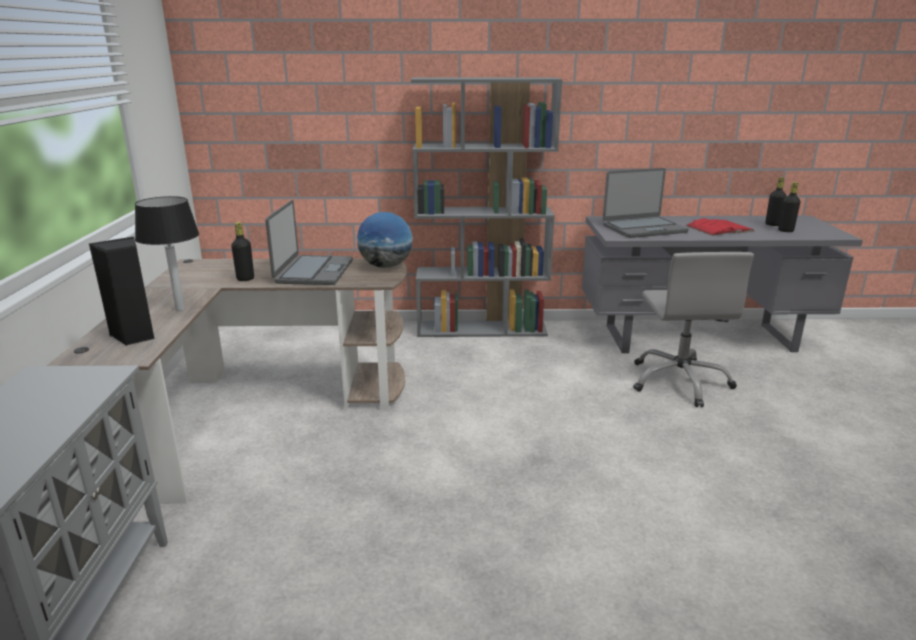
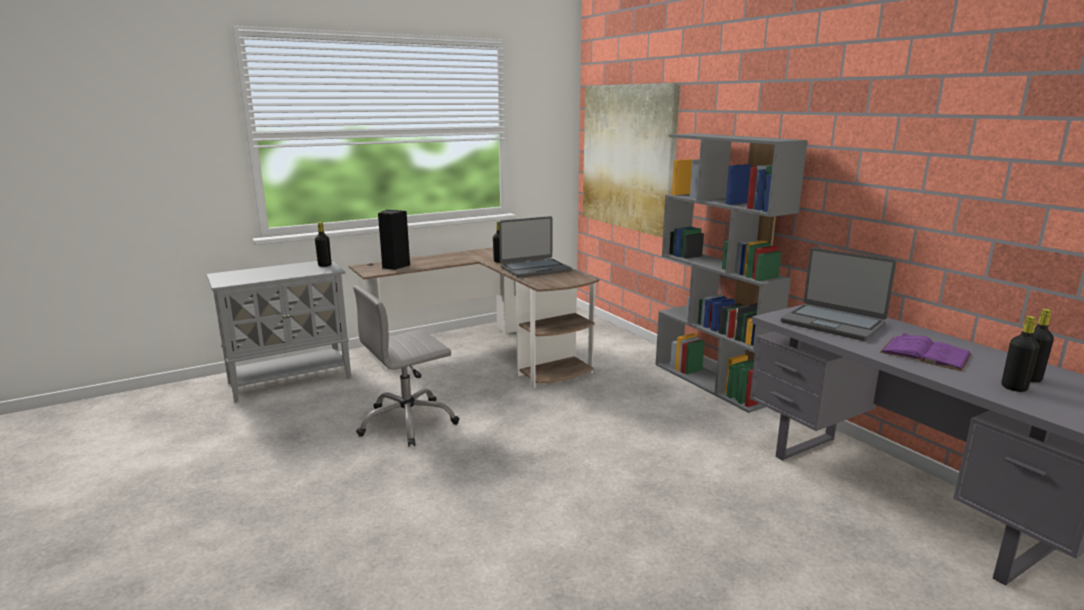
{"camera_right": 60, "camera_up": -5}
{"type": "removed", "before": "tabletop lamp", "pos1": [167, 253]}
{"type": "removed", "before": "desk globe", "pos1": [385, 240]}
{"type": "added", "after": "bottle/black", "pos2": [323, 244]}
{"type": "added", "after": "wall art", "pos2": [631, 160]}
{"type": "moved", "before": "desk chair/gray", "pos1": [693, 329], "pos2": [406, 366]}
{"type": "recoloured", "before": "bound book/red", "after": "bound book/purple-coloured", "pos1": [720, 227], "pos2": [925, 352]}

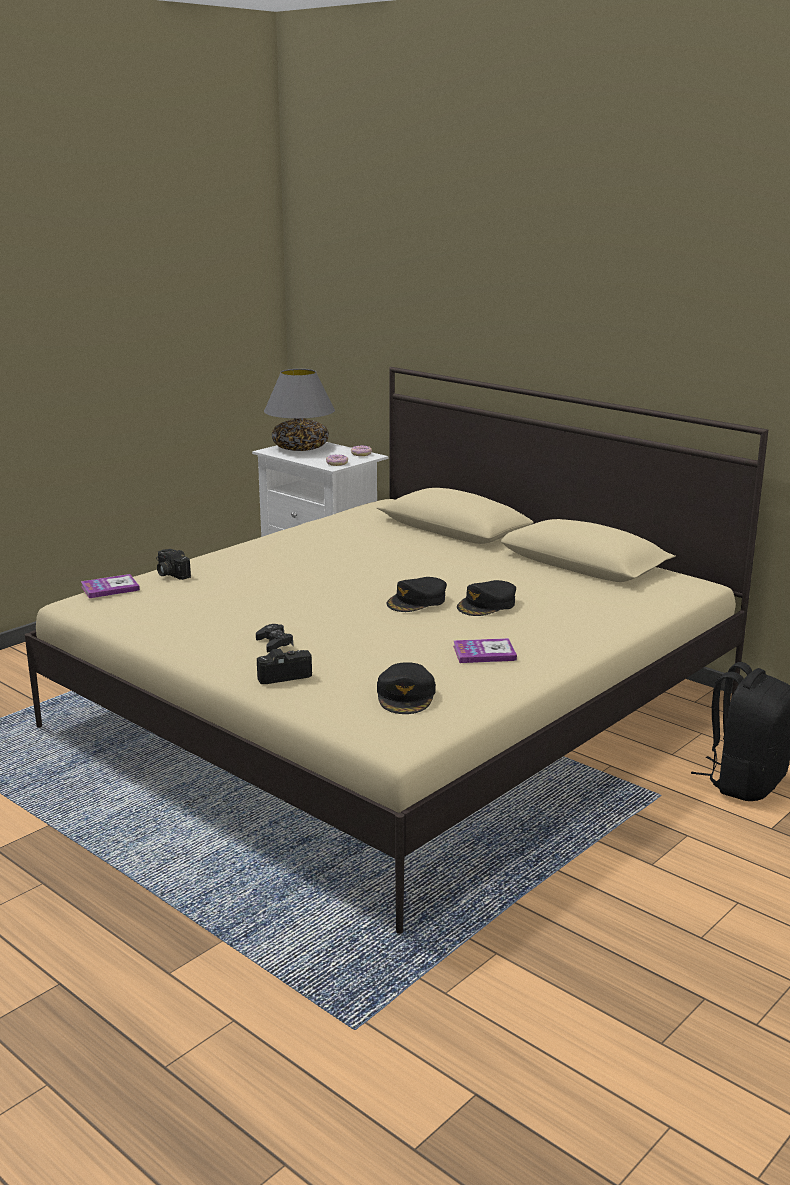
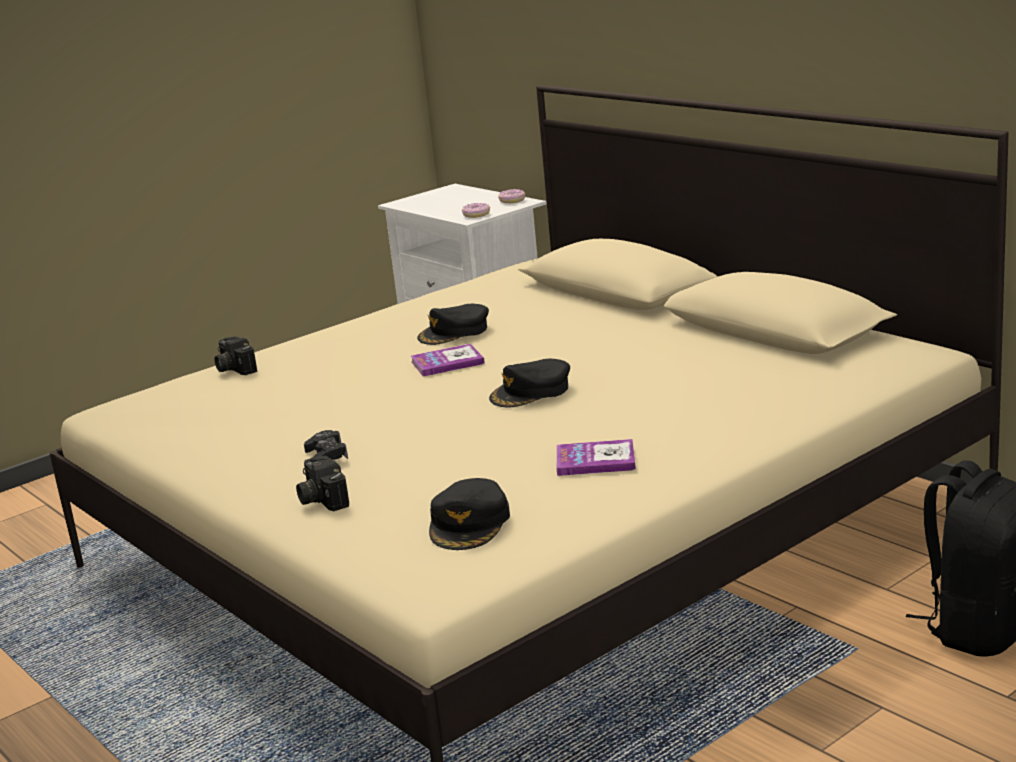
{"camera_right": 10, "camera_up": 0}
{"type": "removed", "before": "tabletop lamp/gray", "pos1": [299, 410]}
{"type": "moved", "before": "bound book", "pos1": [110, 586], "pos2": [448, 360]}
{"type": "moved", "before": "peaked cap/black", "pos1": [486, 598], "pos2": [453, 324]}
{"type": "turned", "before": "still camera", "pos1": [284, 666], "pos2": [322, 483], "turn": -105}

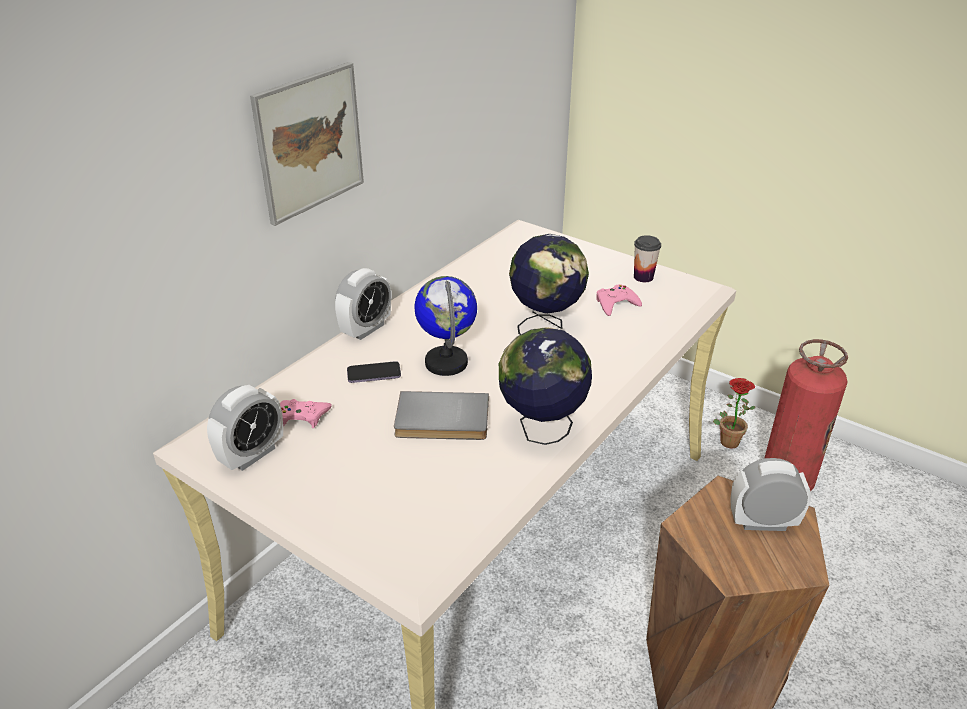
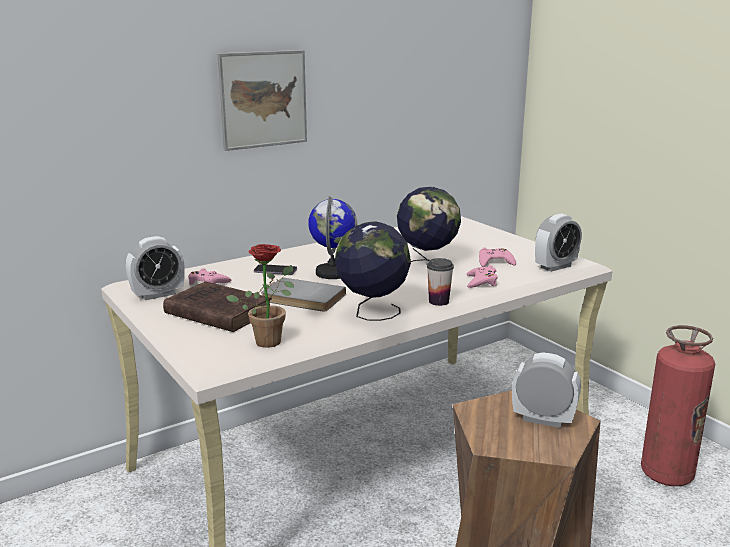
{"camera_right": 20, "camera_up": -15}
{"type": "added", "after": "bound book/brown-coloured", "pos2": [217, 306]}
{"type": "added", "after": "game controller/pink", "pos2": [482, 276]}
{"type": "moved", "before": "table clock", "pos1": [363, 304], "pos2": [558, 243]}
{"type": "moved", "before": "drinking cup", "pos1": [647, 258], "pos2": [440, 282]}
{"type": "moved", "before": "plant in a pot", "pos1": [734, 413], "pos2": [260, 296]}

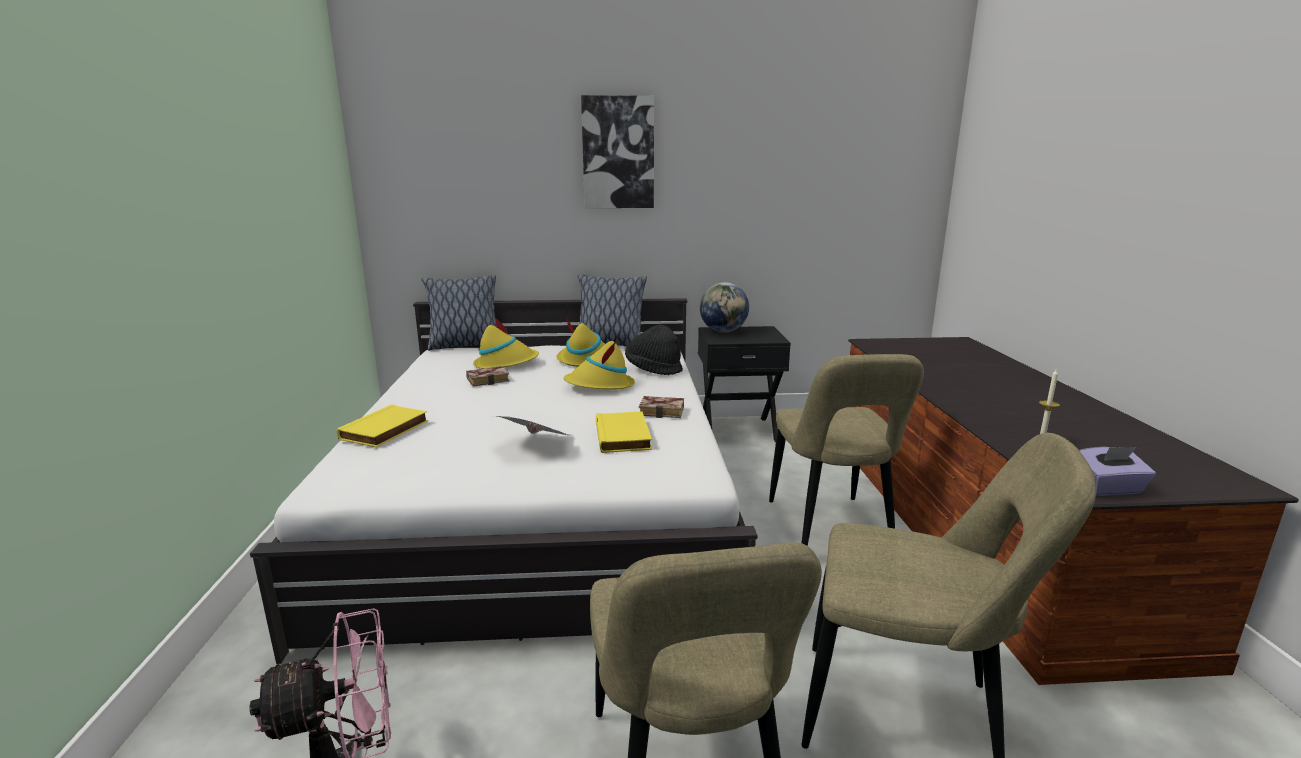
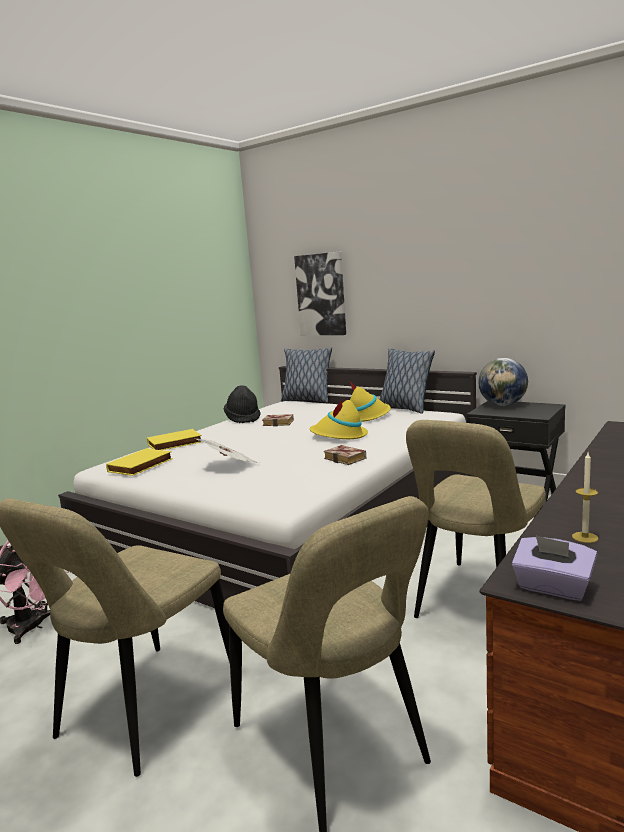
{"camera_right": 40, "camera_up": -5}
{"type": "removed", "before": "wearable hat/yellow", "pos1": [506, 343]}
{"type": "moved", "before": "wall art", "pos1": [617, 151], "pos2": [320, 293]}
{"type": "moved", "before": "bound book/yellow", "pos1": [624, 432], "pos2": [139, 462]}
{"type": "moved", "before": "wearable hat/black", "pos1": [654, 350], "pos2": [242, 404]}

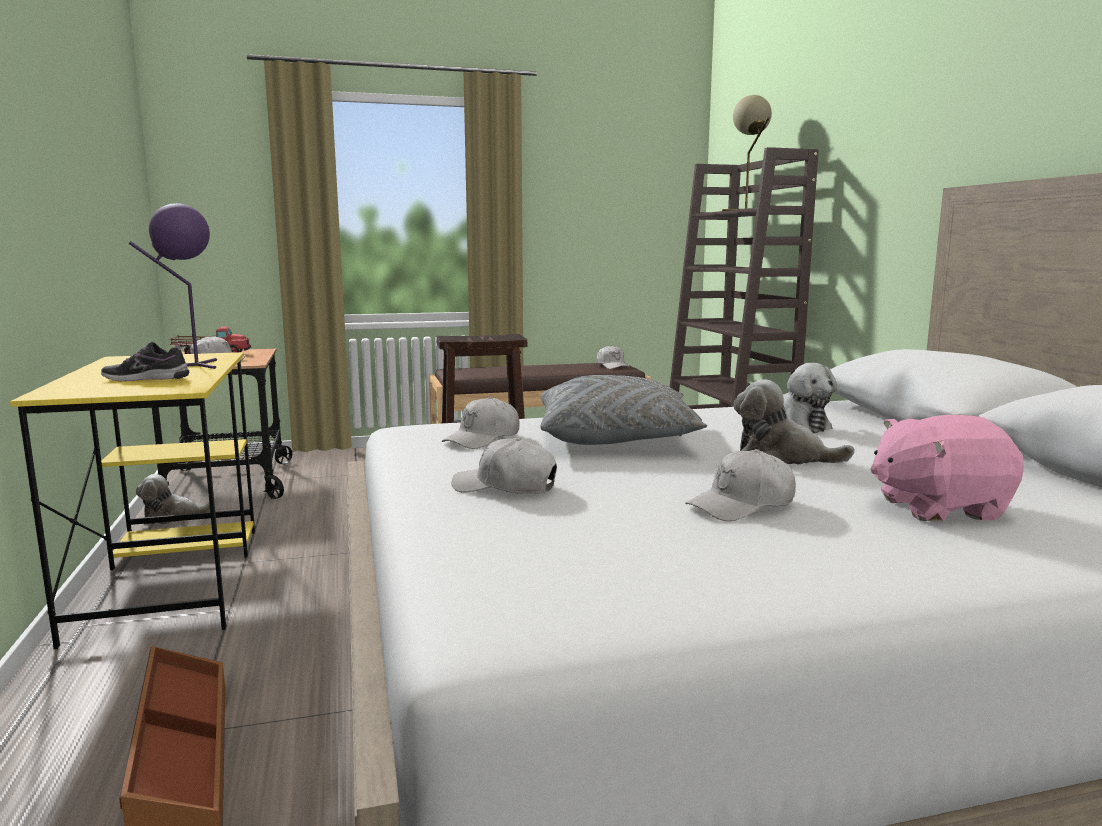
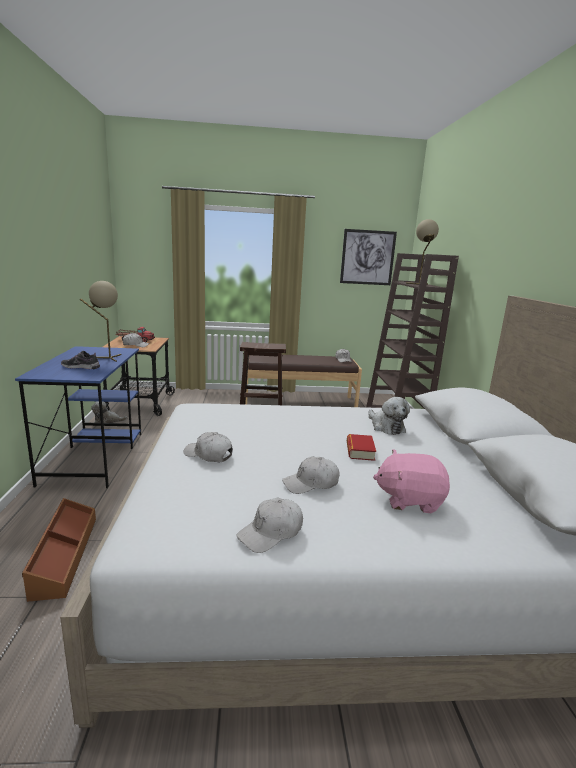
{"camera_right": 10, "camera_up": 5}
{"type": "removed", "before": "throw pillow/gray", "pos1": [623, 410]}
{"type": "added", "after": "wall art", "pos2": [368, 257]}
{"type": "moved", "before": "peaked cap/whitish", "pos1": [481, 422], "pos2": [269, 525]}
{"type": "replaced", "before": "soft toy", "after": "bound book", "pos1": [794, 421], "pos2": [361, 447]}
{"type": "recoloured", "before": "desk table/yellow", "after": "desk table/blue", "pos1": [132, 500], "pos2": [78, 417]}
{"type": "recoloured", "before": "tabletop lamp/purple-coloured", "after": "tabletop lamp/beige", "pos1": [173, 286], "pos2": [101, 321]}

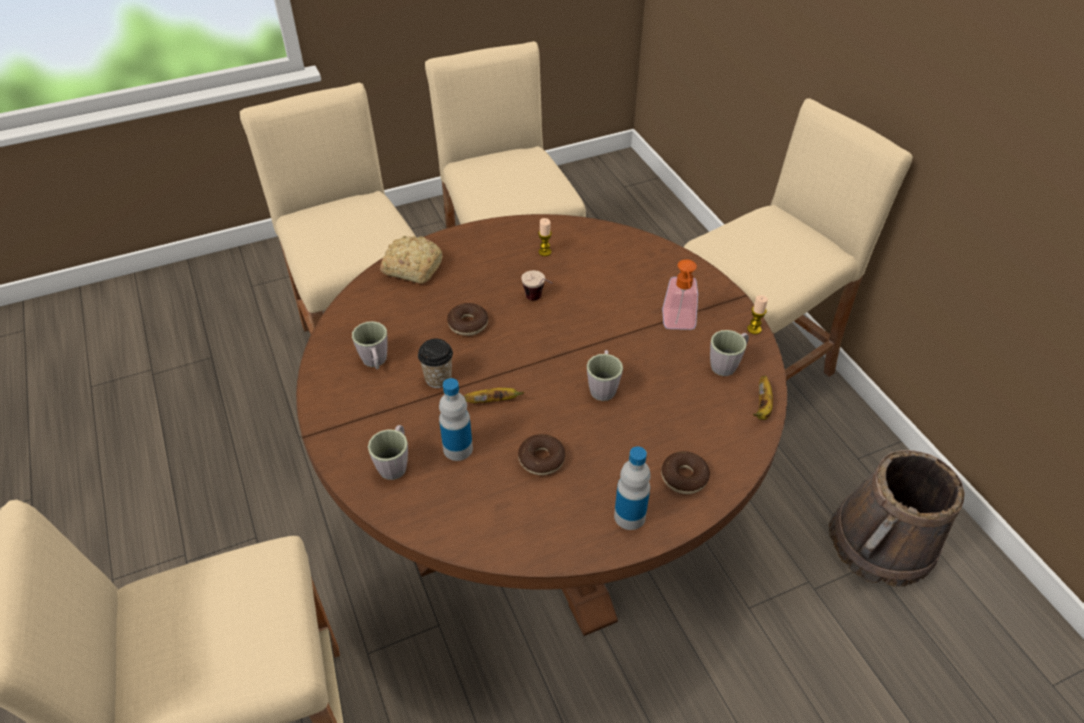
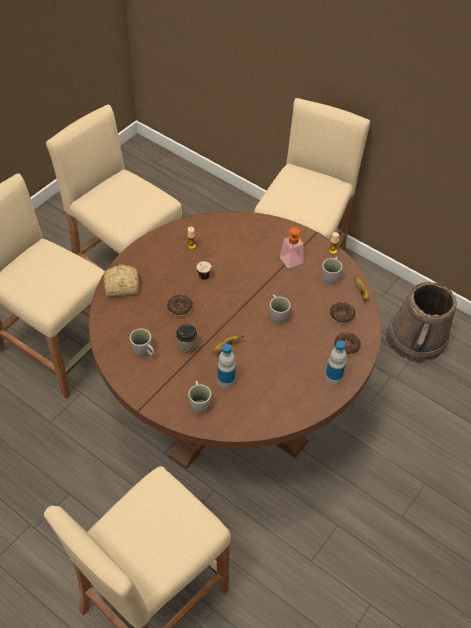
{"camera_right": -30, "camera_up": 5}
{"type": "moved", "before": "doughnut", "pos1": [541, 454], "pos2": [342, 313]}

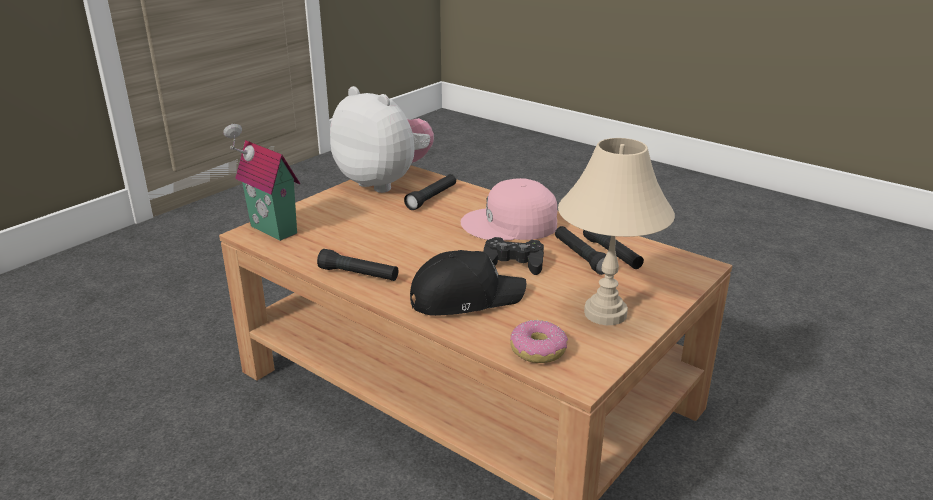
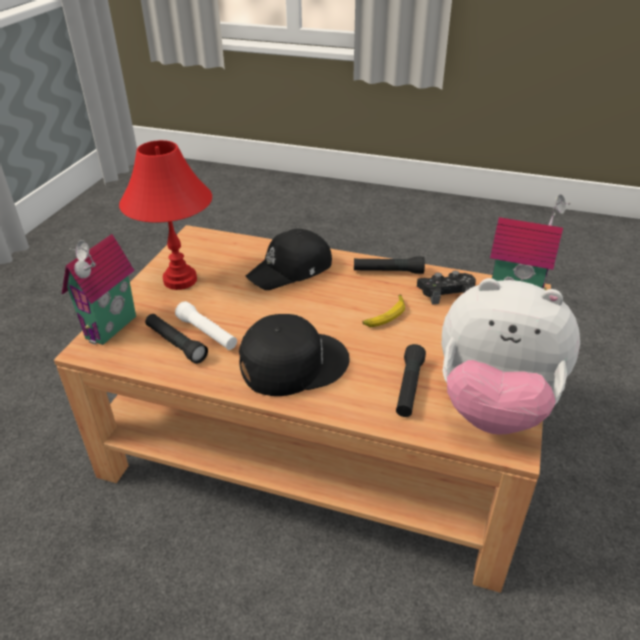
{"camera_right": 160, "camera_up": 10}
{"type": "removed", "before": "doughnut", "pos1": [539, 341]}
{"type": "added", "after": "miniature house", "pos2": [99, 289]}
{"type": "added", "after": "banana", "pos2": [383, 311]}
{"type": "moved", "before": "game controller/black", "pos1": [513, 256], "pos2": [446, 288]}
{"type": "recoloured", "before": "peaked cap/pink", "after": "peaked cap/black", "pos1": [509, 209], "pos2": [294, 355]}
{"type": "recoloured", "before": "torch/black", "after": "torch/whitish", "pos1": [580, 250], "pos2": [206, 325]}
{"type": "recoloured", "before": "tabletop lamp/beige", "after": "tabletop lamp/red", "pos1": [616, 231], "pos2": [165, 215]}

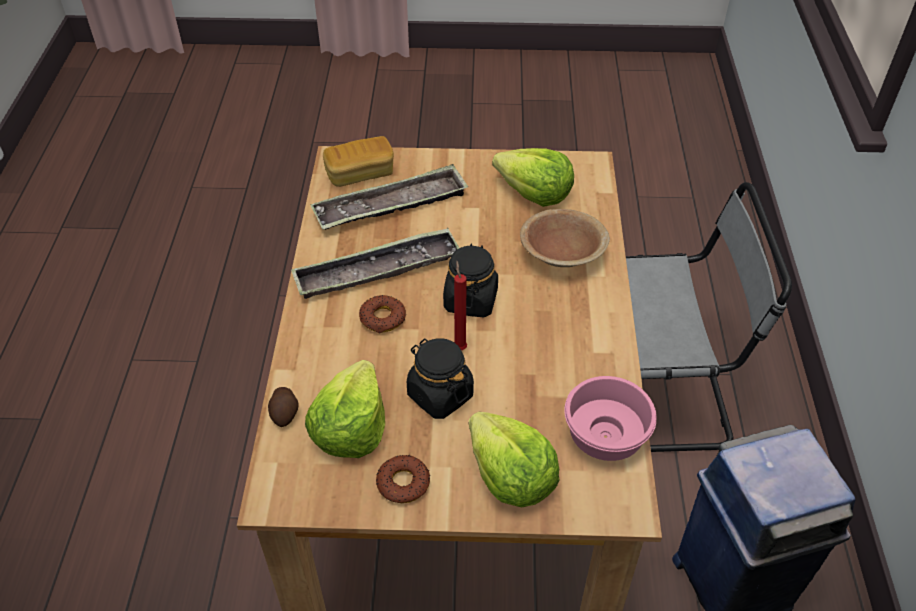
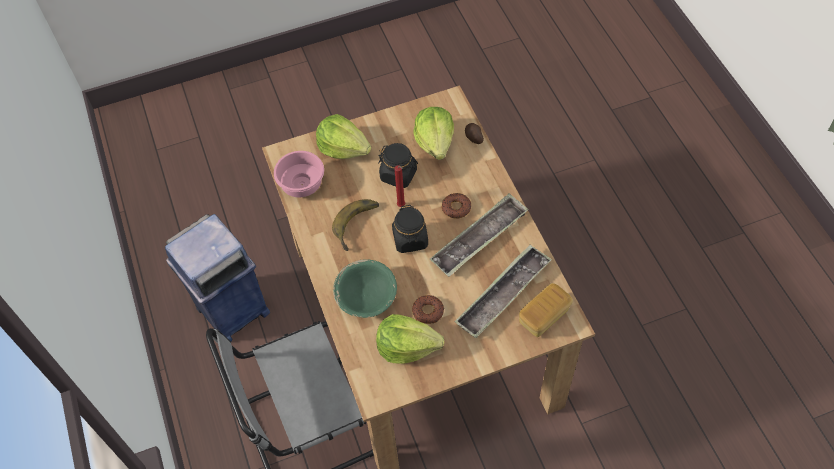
{"camera_right": 160, "camera_up": 10}
{"type": "added", "after": "banana", "pos2": [355, 225]}
{"type": "moved", "before": "doughnut", "pos1": [403, 479], "pos2": [428, 309]}
{"type": "recoloured", "before": "bowl/brown-coloured", "after": "bowl/green-coloured", "pos1": [565, 238], "pos2": [365, 288]}

